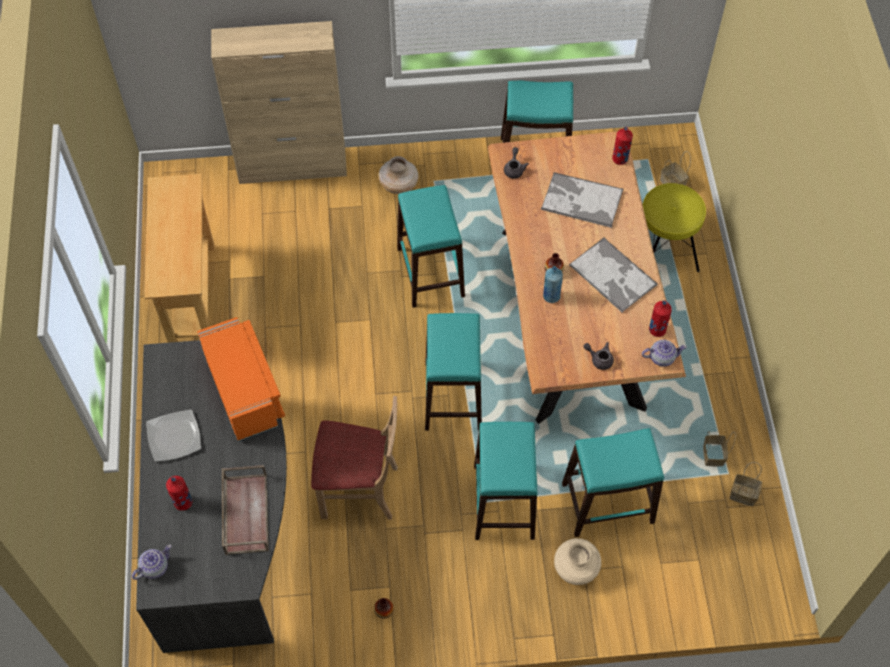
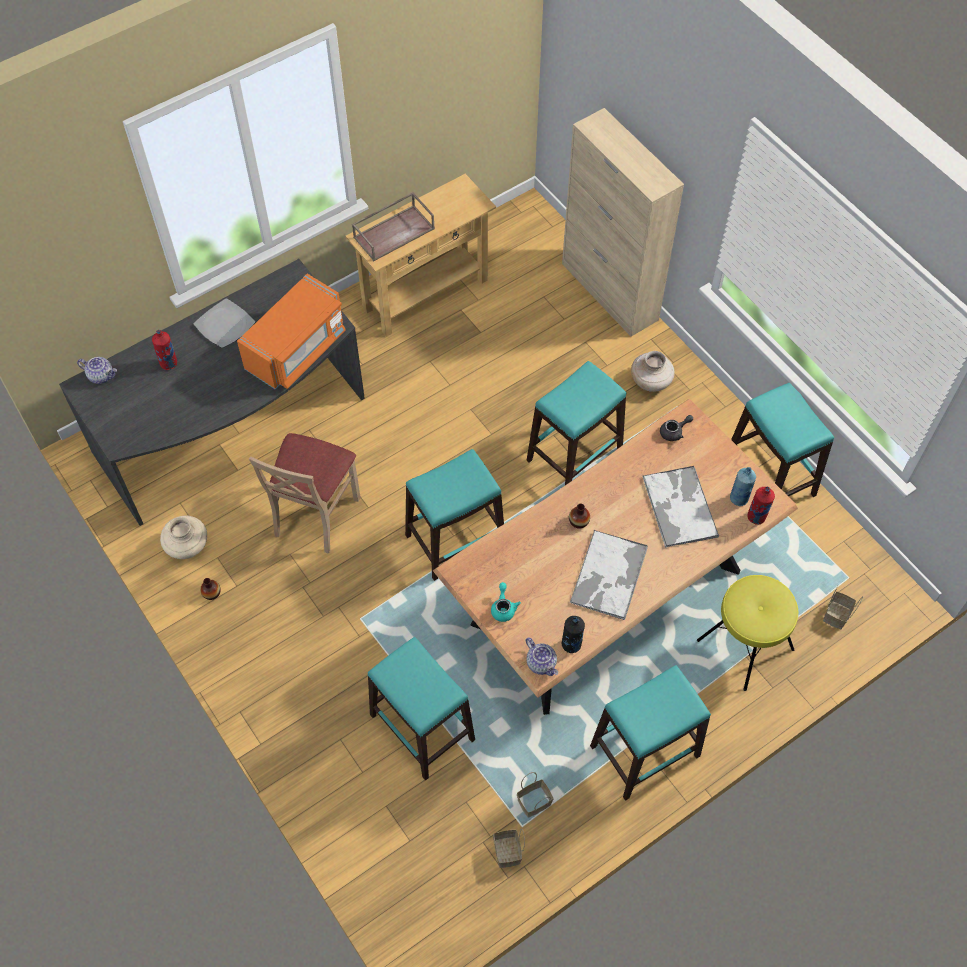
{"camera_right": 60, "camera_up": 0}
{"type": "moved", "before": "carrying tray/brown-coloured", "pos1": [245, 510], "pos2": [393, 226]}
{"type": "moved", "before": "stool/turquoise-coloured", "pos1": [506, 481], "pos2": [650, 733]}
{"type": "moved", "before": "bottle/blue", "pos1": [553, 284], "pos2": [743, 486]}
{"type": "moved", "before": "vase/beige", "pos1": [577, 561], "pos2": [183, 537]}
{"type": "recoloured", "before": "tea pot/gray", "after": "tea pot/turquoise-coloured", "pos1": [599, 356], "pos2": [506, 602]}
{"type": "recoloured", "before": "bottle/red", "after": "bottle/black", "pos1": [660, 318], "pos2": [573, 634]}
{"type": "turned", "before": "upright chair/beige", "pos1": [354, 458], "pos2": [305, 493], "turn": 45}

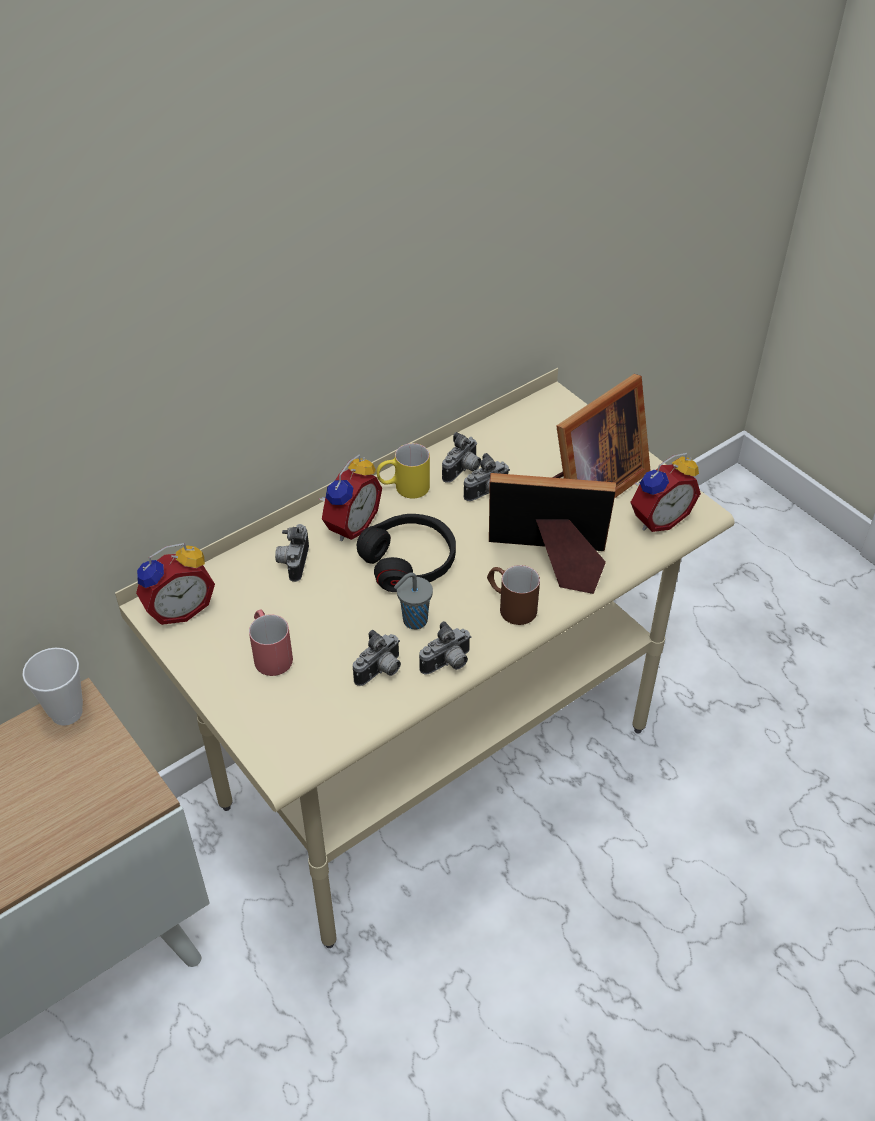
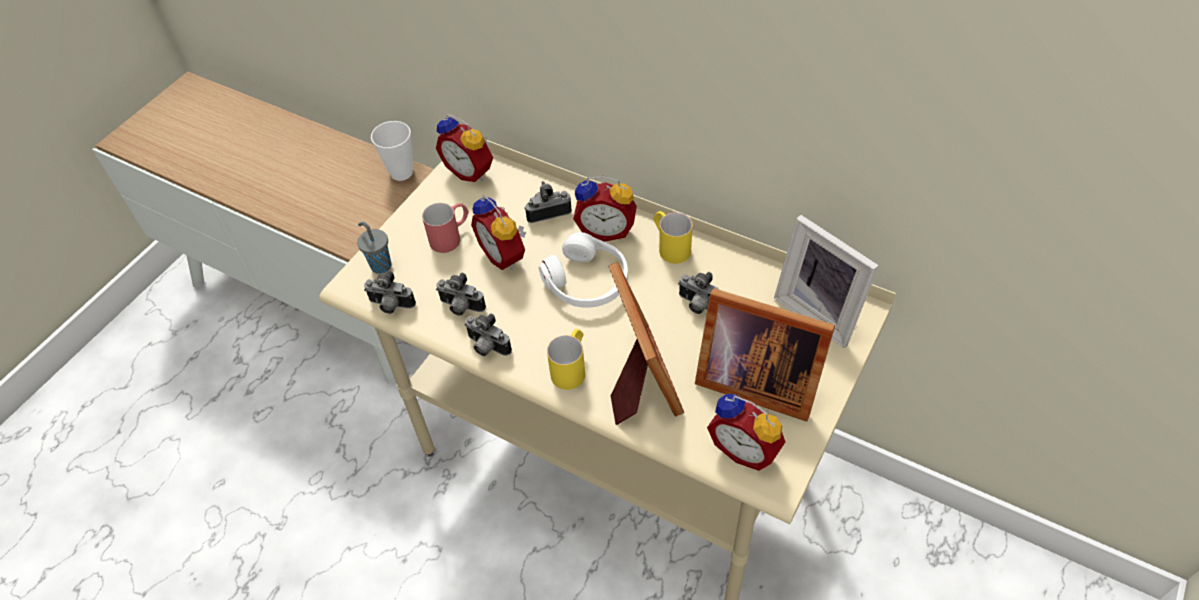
{"camera_right": 70, "camera_up": 5}
{"type": "added", "after": "table clock", "pos2": [498, 232]}
{"type": "added", "after": "photo frame", "pos2": [826, 281]}
{"type": "moved", "before": "drinking cup/gray", "pos1": [413, 600], "pos2": [374, 248]}
{"type": "moved", "before": "still camera", "pos1": [461, 457], "pos2": [390, 292]}
{"type": "recoloured", "before": "pair of headphones/black", "after": "pair of headphones/whitish", "pos1": [406, 553], "pos2": [583, 270]}
{"type": "recoloured", "before": "coffee mug/brown-coloured", "after": "coffee mug/yellow", "pos1": [513, 595], "pos2": [566, 359]}

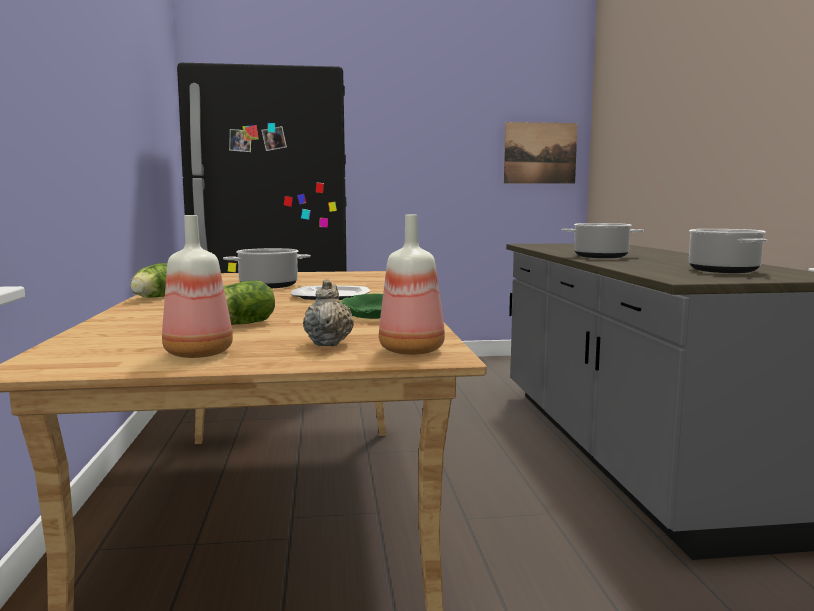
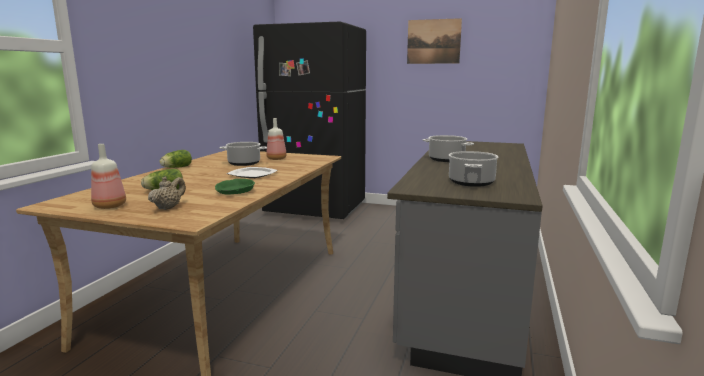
{"camera_right": 25, "camera_up": 5}
{"type": "moved", "before": "bottle", "pos1": [412, 285], "pos2": [276, 139]}
{"type": "moved", "before": "wall art", "pos1": [541, 153], "pos2": [434, 41]}

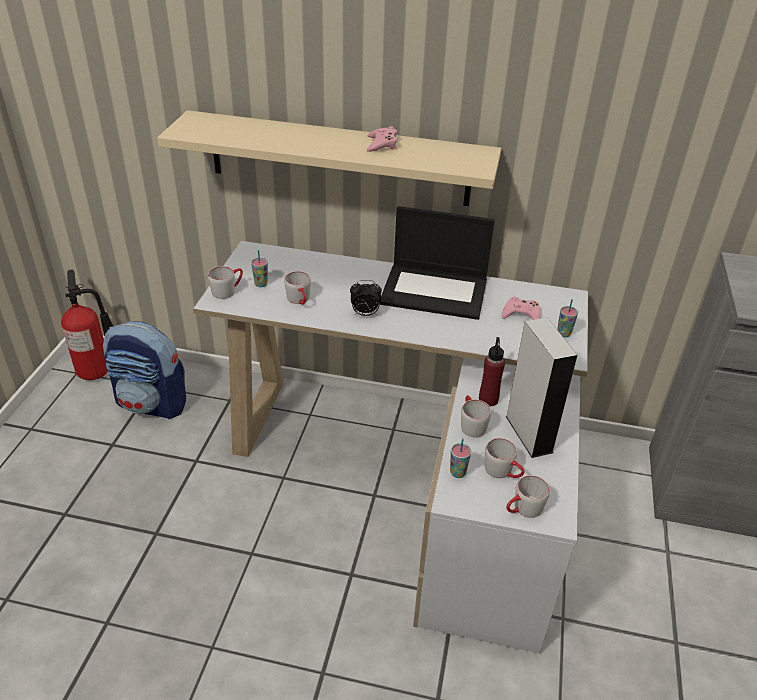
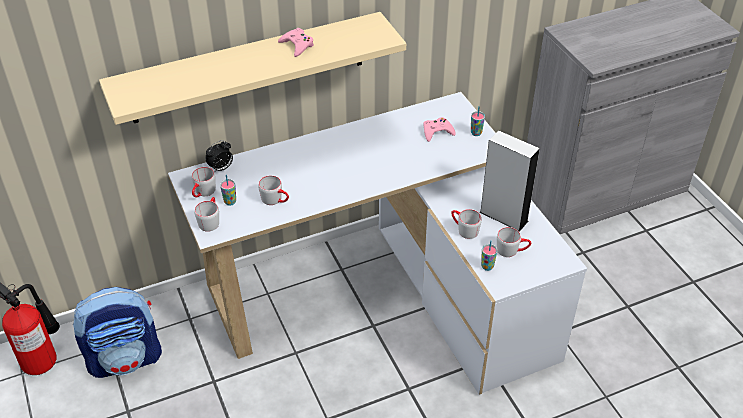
{"camera_right": -35, "camera_up": 5}
{"type": "removed", "before": "laptop", "pos1": [437, 263]}
{"type": "removed", "before": "bottle/red", "pos1": [492, 372]}
{"type": "moved", "before": "table clock", "pos1": [366, 298], "pos2": [219, 156]}
{"type": "moved", "before": "coffee mug/gray", "pos1": [528, 496], "pos2": [204, 182]}

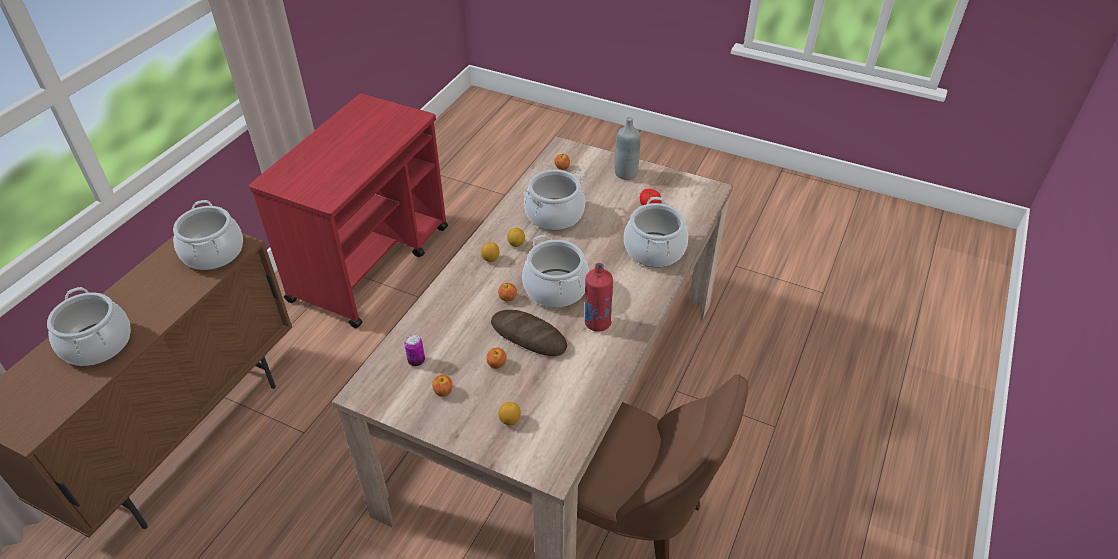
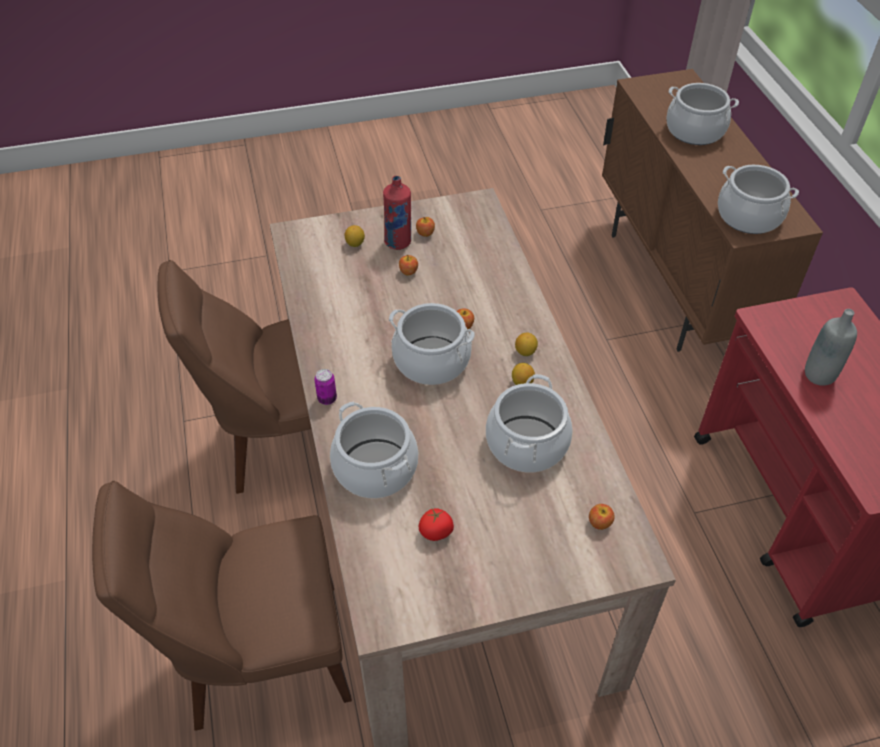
{"camera_right": 140, "camera_up": 5}
{"type": "removed", "before": "bread", "pos1": [529, 333]}
{"type": "added", "after": "upright chair/brown-coloured", "pos2": [222, 606]}
{"type": "moved", "before": "sealed can", "pos1": [414, 350], "pos2": [325, 387]}
{"type": "moved", "before": "bottle/red", "pos1": [599, 297], "pos2": [397, 213]}
{"type": "moved", "before": "bottle/gray", "pos1": [627, 148], "pos2": [831, 347]}

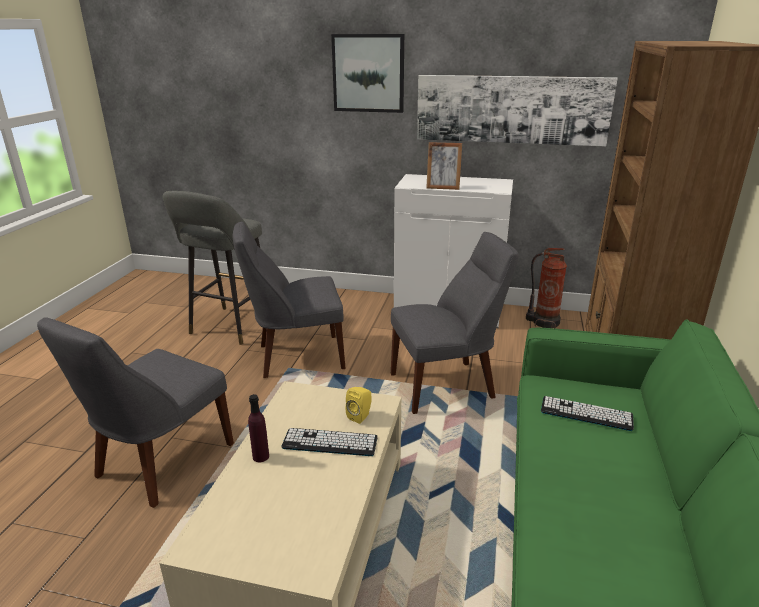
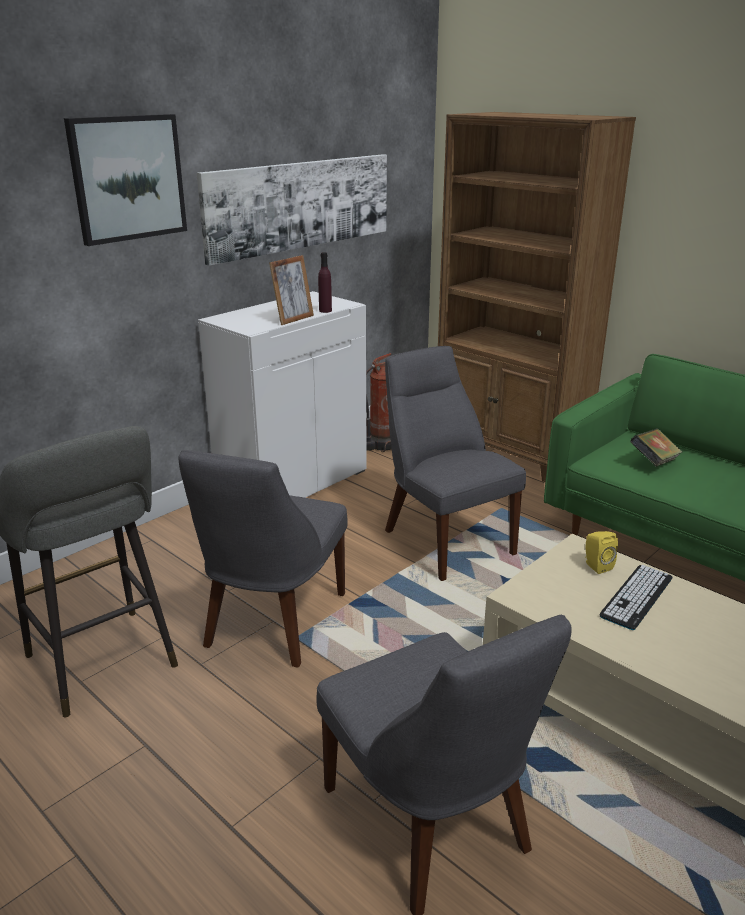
{"camera_right": -60, "camera_up": 0}
{"type": "moved", "before": "bottle/purple-coloured", "pos1": [258, 428], "pos2": [325, 282]}
{"type": "replaced", "before": "keyboard", "after": "bound book", "pos1": [587, 413], "pos2": [656, 447]}
{"type": "turned", "before": "upright chair/gray", "pos1": [455, 323], "pos2": [455, 463], "turn": -45}

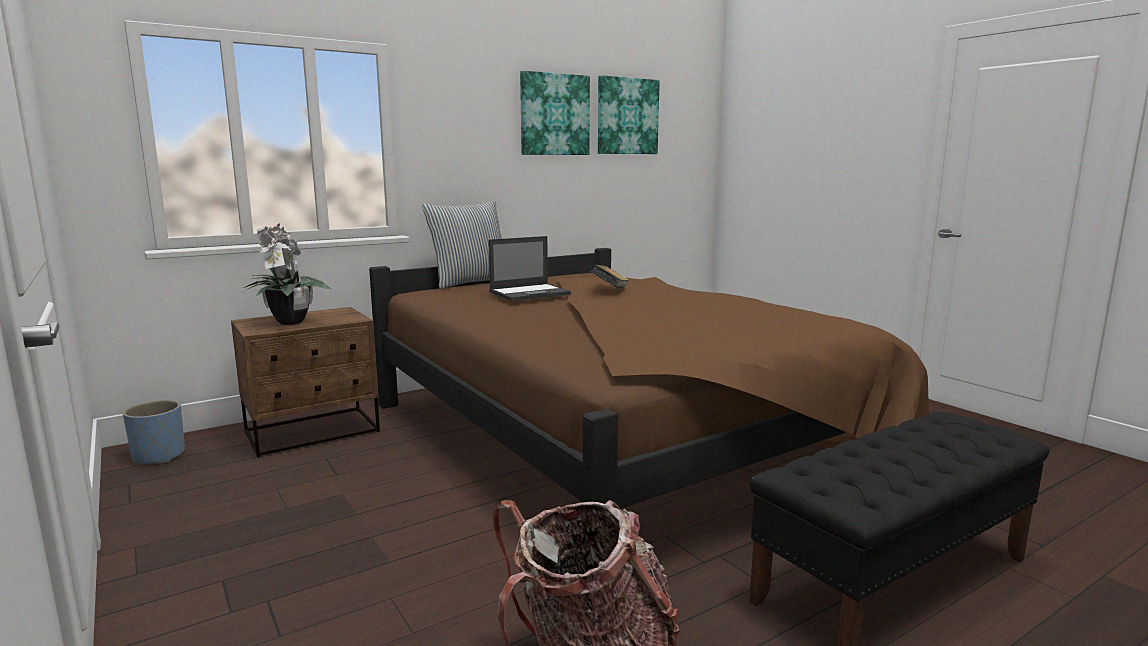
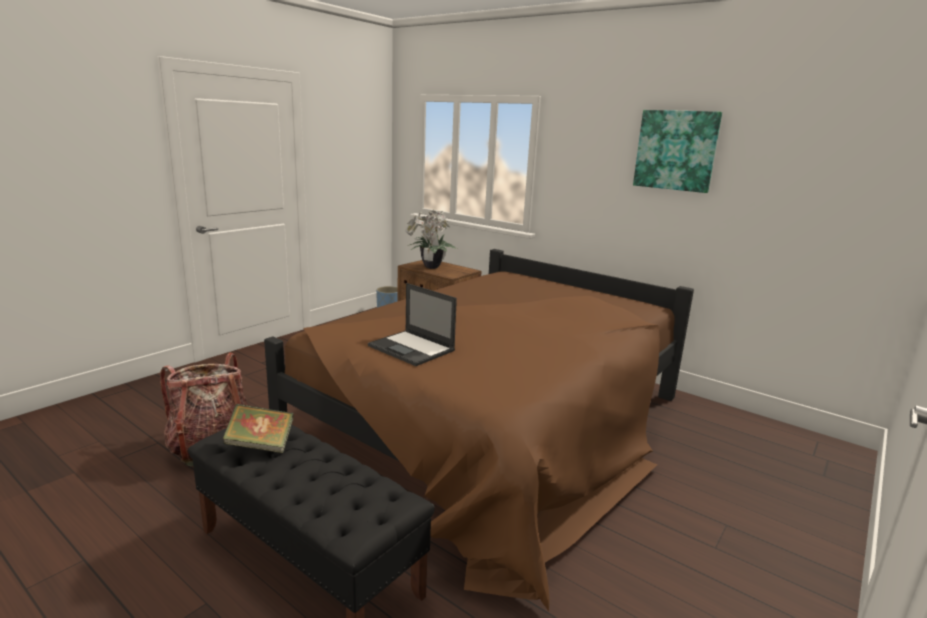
{"camera_right": 70, "camera_up": 5}
{"type": "removed", "before": "throw pillow", "pos1": [461, 244]}
{"type": "removed", "before": "wall art", "pos1": [629, 114]}
{"type": "moved", "before": "laptop", "pos1": [529, 268], "pos2": [412, 324]}
{"type": "moved", "before": "bound book", "pos1": [609, 276], "pos2": [258, 428]}

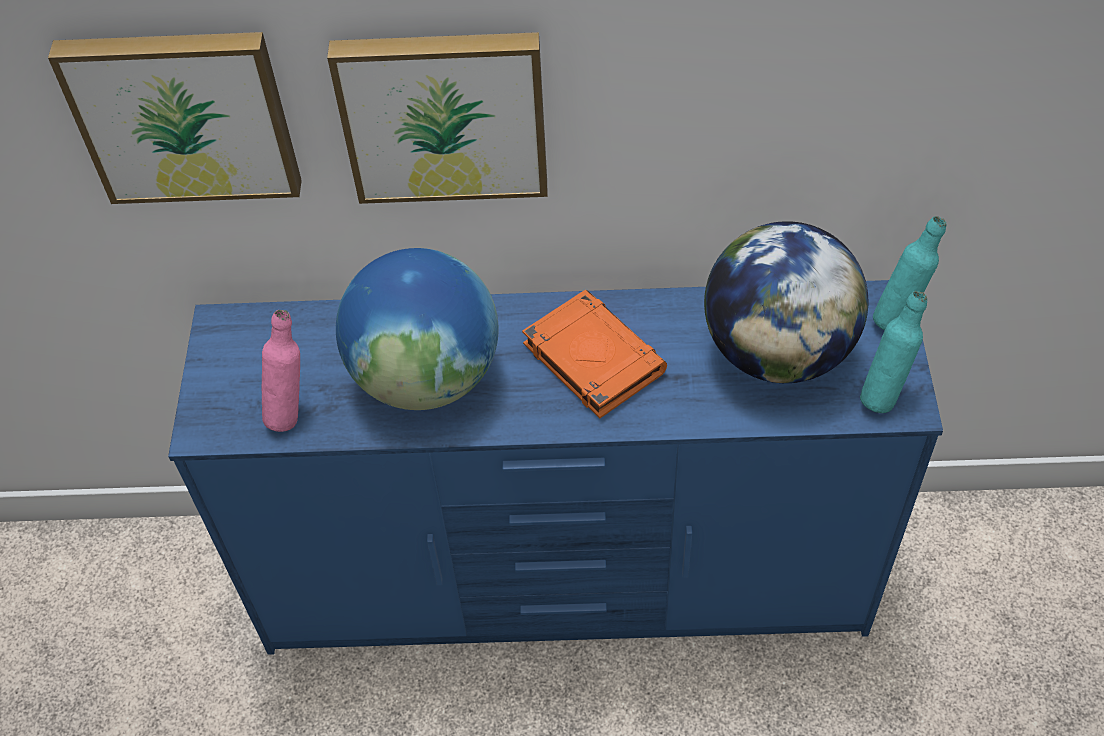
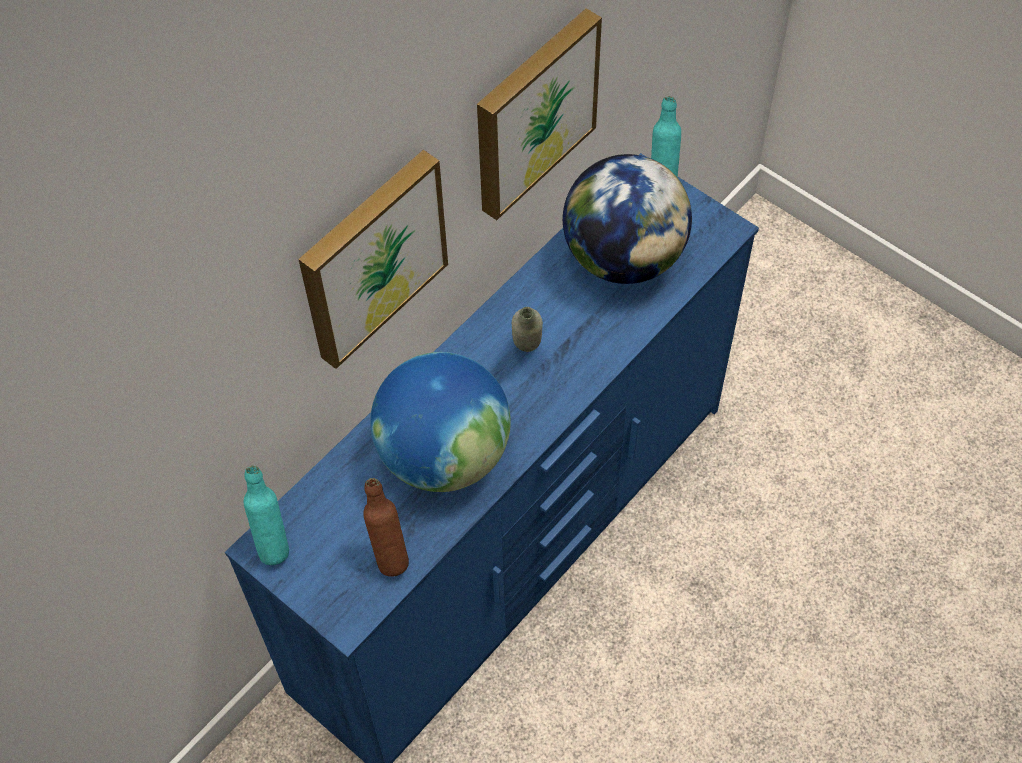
{"camera_right": -50, "camera_up": 5}
{"type": "moved", "before": "wall art", "pos1": [175, 118], "pos2": [539, 114]}
{"type": "moved", "before": "bottle/turquoise-coloured", "pos1": [893, 352], "pos2": [266, 515]}
{"type": "replaced", "before": "bound book/orange-coloured", "after": "bottle/gray", "pos1": [594, 354], "pos2": [527, 329]}
{"type": "recoloured", "before": "bottle/pink", "after": "bottle/brown-coloured", "pos1": [281, 371], "pos2": [386, 527]}

